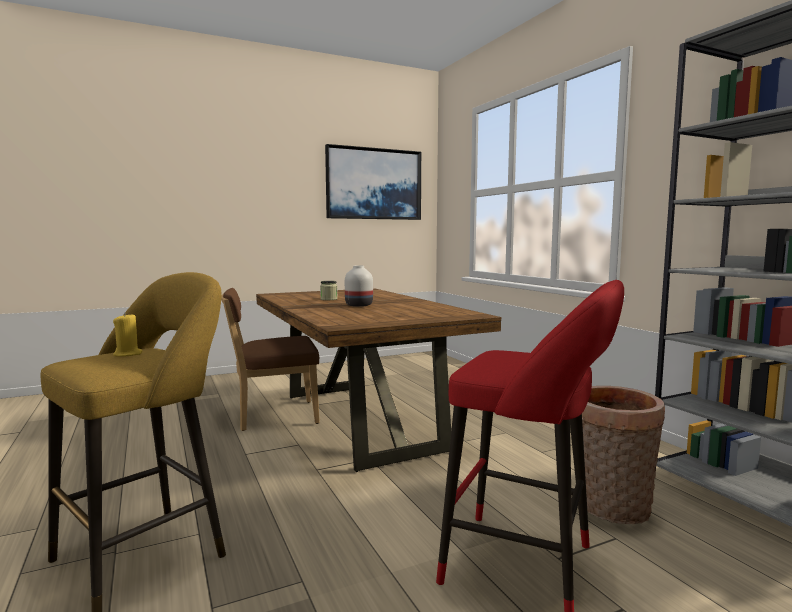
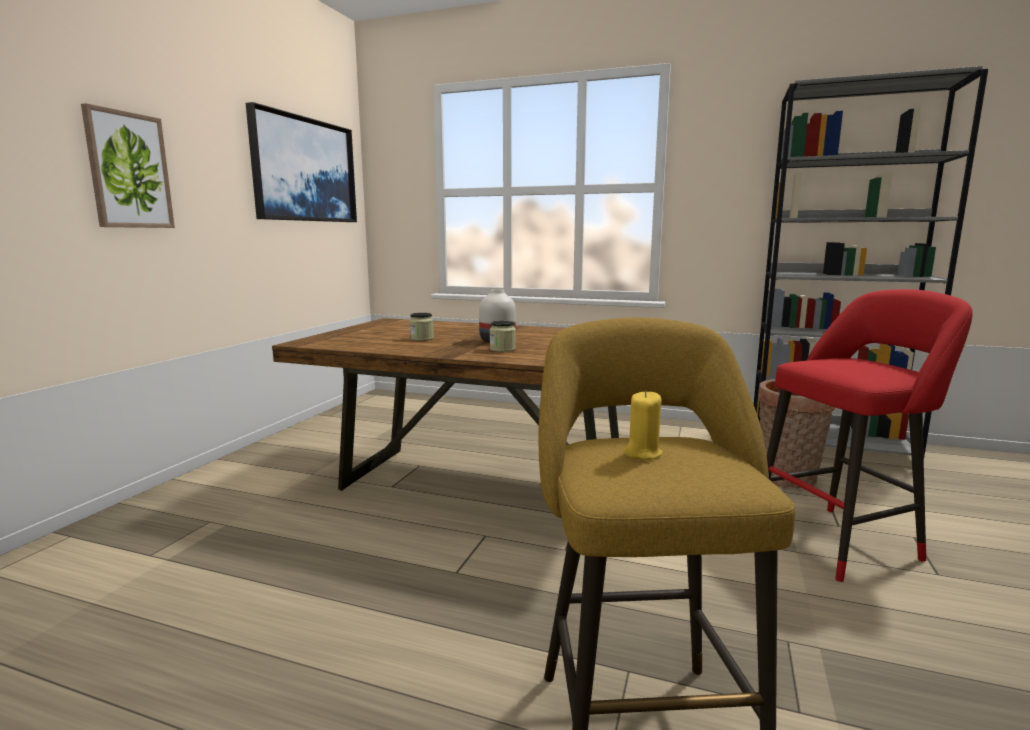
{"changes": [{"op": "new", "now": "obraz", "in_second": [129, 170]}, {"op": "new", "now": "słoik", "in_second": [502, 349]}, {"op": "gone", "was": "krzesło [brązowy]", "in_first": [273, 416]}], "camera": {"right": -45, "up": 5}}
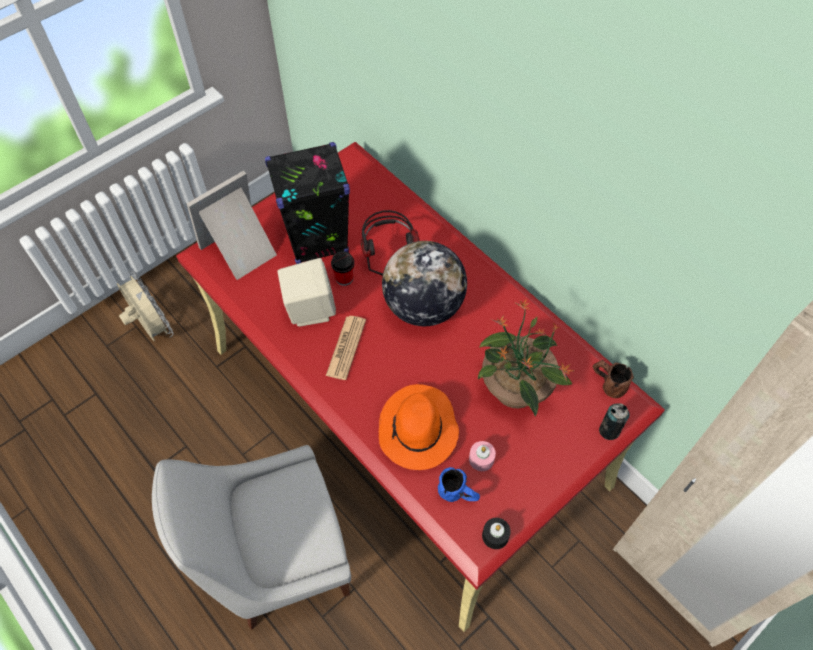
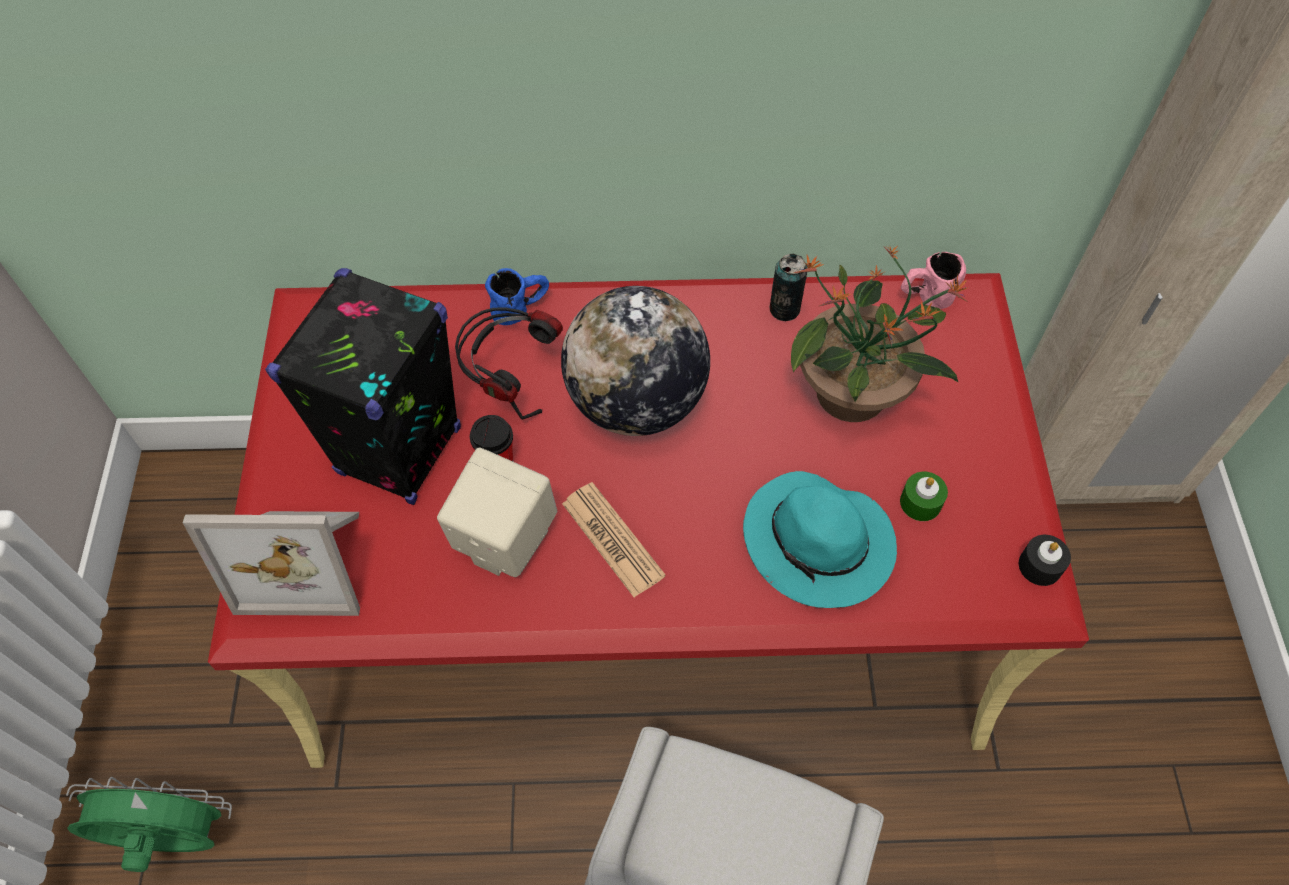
{"changes": [{"op": "repainted", "was": "wentylator [beżowy]", "now": "wentylator [zielony]", "in_first": [152, 328], "in_second": [173, 839]}, {"op": "rotated", "was": "ramka na zdjęcie", "in_first": [241, 250], "in_second": [306, 559], "clockwise": -90}, {"op": "shifted", "was": "kubek [niebieski]", "in_first": [458, 494], "in_second": [521, 308]}, {"op": "repainted", "was": "kapelusz [pomarańczowy]", "now": "kapelusz [turkusowy]", "in_first": [418, 430], "in_second": [819, 544]}, {"op": "shifted", "was": "puszka", "in_first": [609, 430], "in_second": [784, 309]}, {"op": "repainted", "was": "świeca [różowy]", "now": "świeca [zielony]", "in_first": [481, 459], "in_second": [920, 502]}, {"op": "repainted", "was": "kubek [brązowy]", "now": "kubek [różowy]", "in_first": [607, 383], "in_second": [925, 297]}], "camera": {"right": -50, "up": 0}}
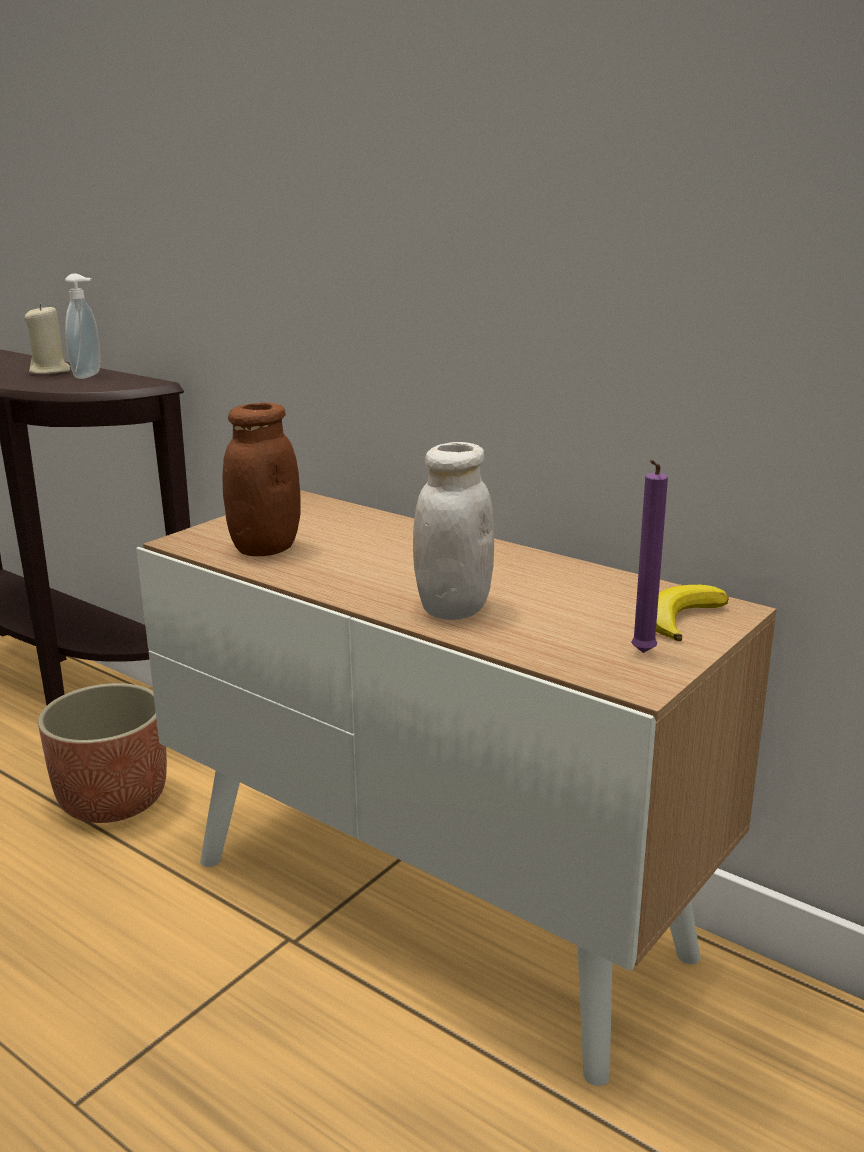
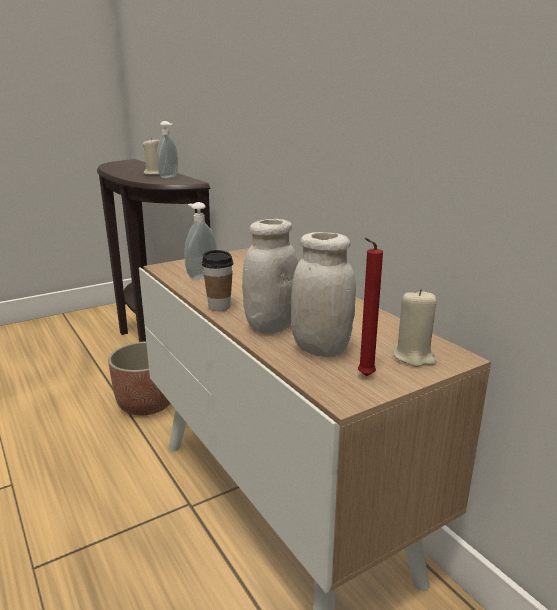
{"changes": [{"op": "swapped", "was": "słoik [brązowy]", "now": "dozownik mydła", "in_first": [265, 548], "in_second": [201, 276]}, {"op": "new", "now": "filiżanka", "in_second": [219, 307]}, {"op": "new", "now": "słoik [biały]", "in_second": [321, 349]}, {"op": "repainted", "was": "świeca [fioletowy]", "now": "świeca [czerwony]", "in_first": [641, 654], "in_second": [364, 377]}, {"op": "swapped", "was": "banan", "now": "świeca [beżowy]", "in_first": [681, 618], "in_second": [414, 357]}], "camera": {"right": 20, "up": 0}}
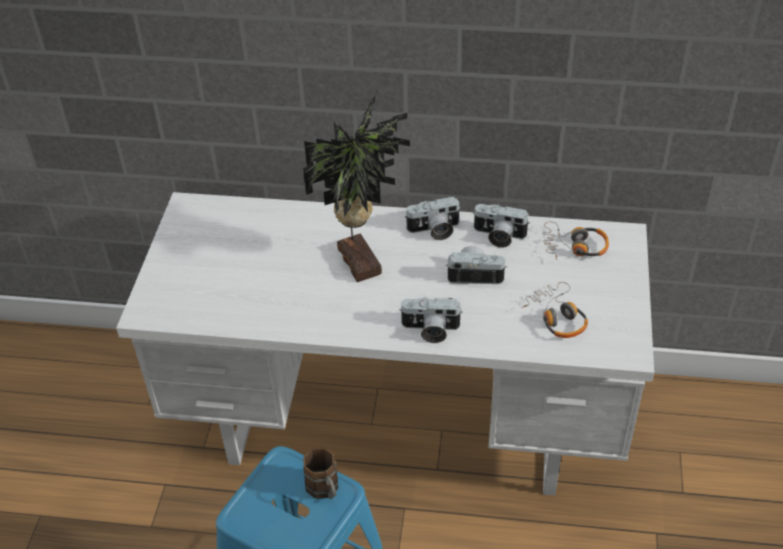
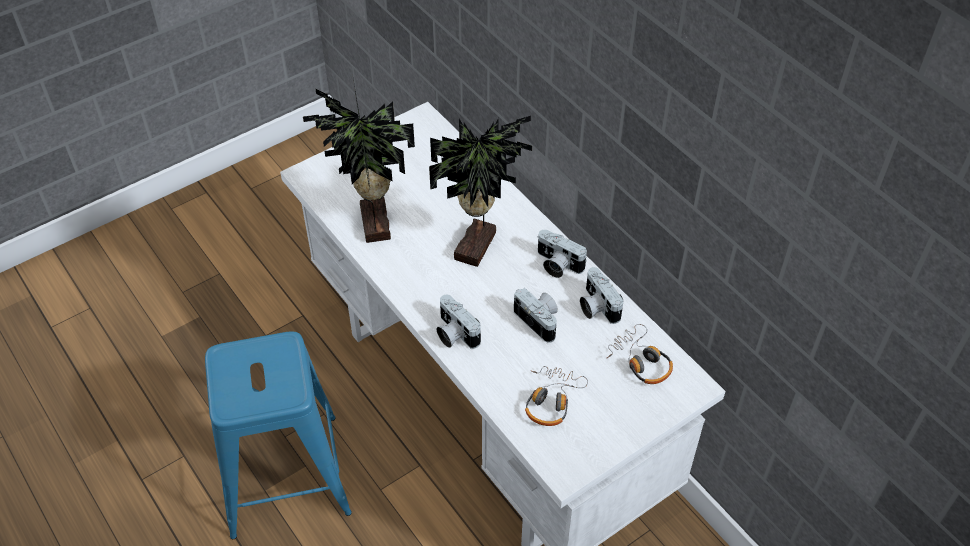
{"changes": [{"op": "new", "now": "roślina doniczkowa", "in_second": [372, 225]}, {"op": "gone", "was": "kubek [brązowy]", "in_first": [325, 491]}], "camera": {"right": 45, "up": 5}}
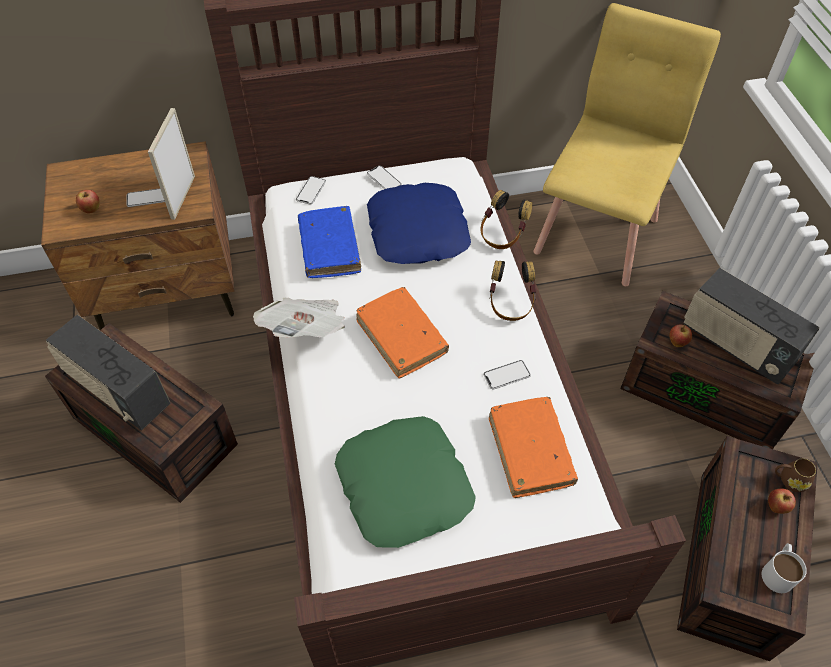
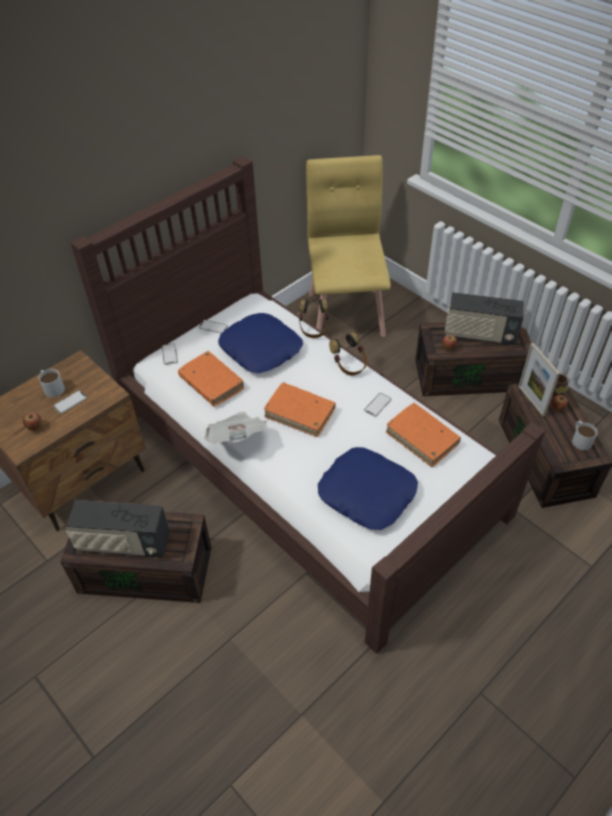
{"changes": [{"op": "new", "now": "kubek [biały]", "in_second": [52, 387]}, {"op": "repainted", "was": "książka [niebieski]", "now": "książka [pomarańczowy]", "in_first": [329, 248], "in_second": [211, 383]}, {"op": "repainted", "was": "poduszka [zielony]", "now": "poduszka [niebieski]", "in_first": [405, 486], "in_second": [367, 493]}, {"op": "shifted", "was": "ramka na zdjęcie", "in_first": [183, 197], "in_second": [531, 401]}], "camera": {"right": -30, "up": -5}}
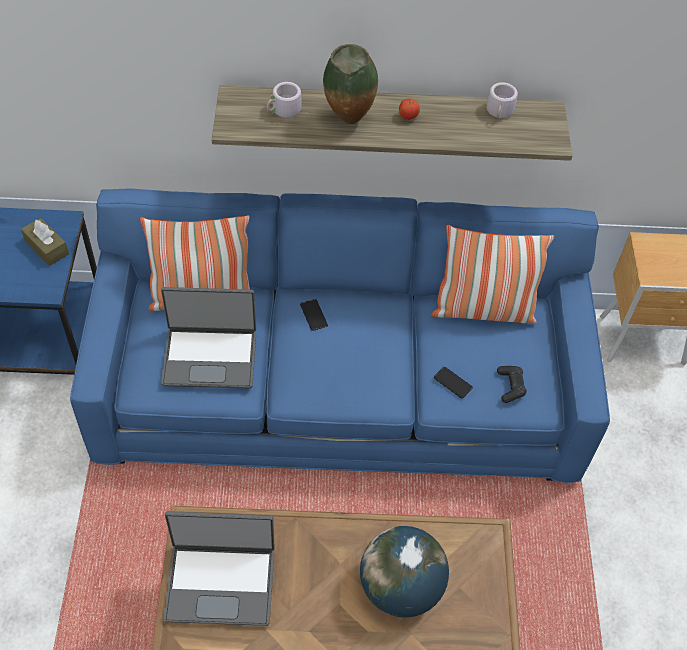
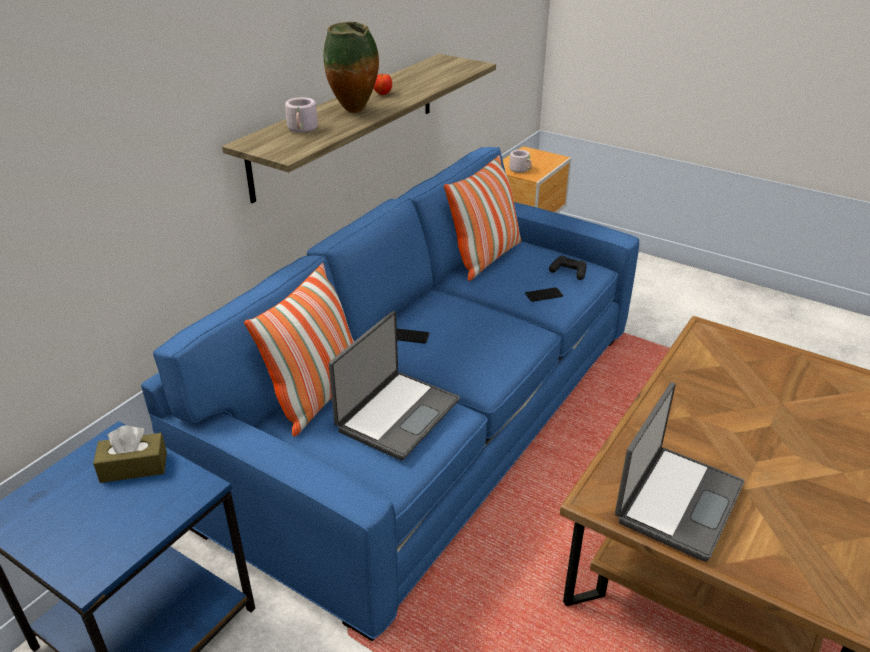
{"changes": [{"op": "shifted", "was": "kubek [szary]", "in_first": [500, 113], "in_second": [521, 170]}, {"op": "gone", "was": "globus", "in_first": [401, 587]}], "camera": {"right": -55, "up": -20}}
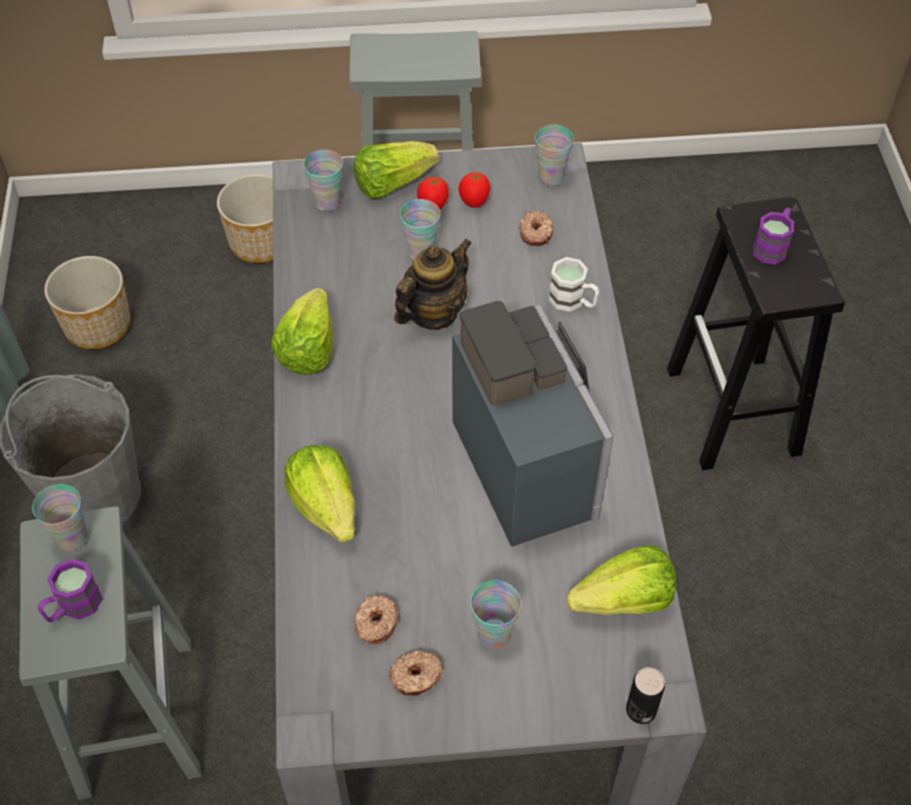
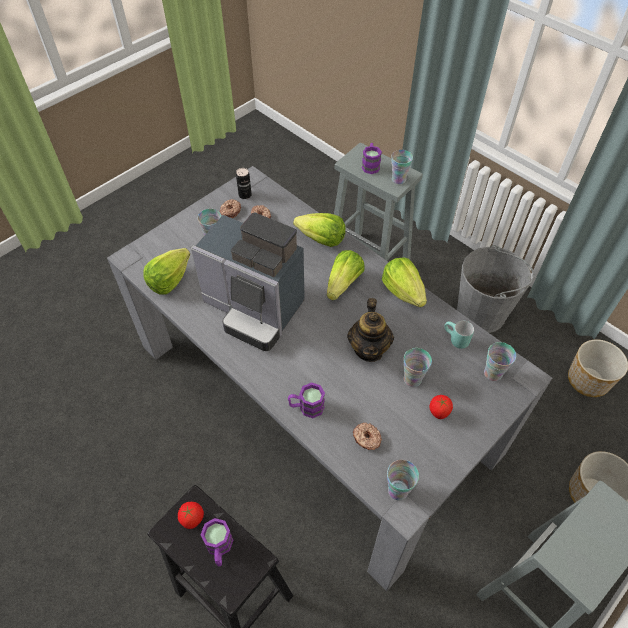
{"changes": [{"op": "shifted", "was": "pomidor", "in_first": [474, 203], "in_second": [192, 519]}, {"op": "shifted", "was": "puszka", "in_first": [641, 710], "in_second": [245, 195]}, {"op": "repainted", "was": "kubek [biały]", "now": "kubek [fioletowy]", "in_first": [573, 301], "in_second": [306, 407]}, {"op": "shifted", "was": "sałata", "in_first": [392, 183], "in_second": [343, 283]}, {"op": "new", "now": "kubek [turkusowy]", "in_second": [455, 340]}], "camera": {"right": 140, "up": 0}}
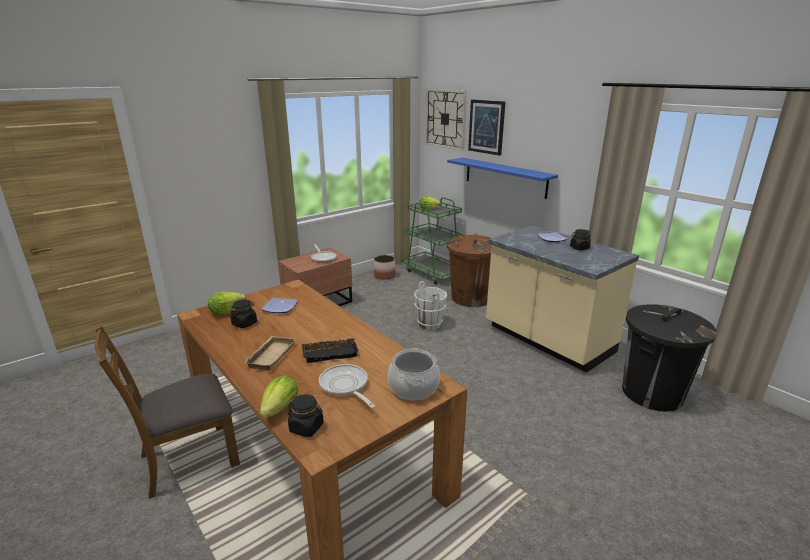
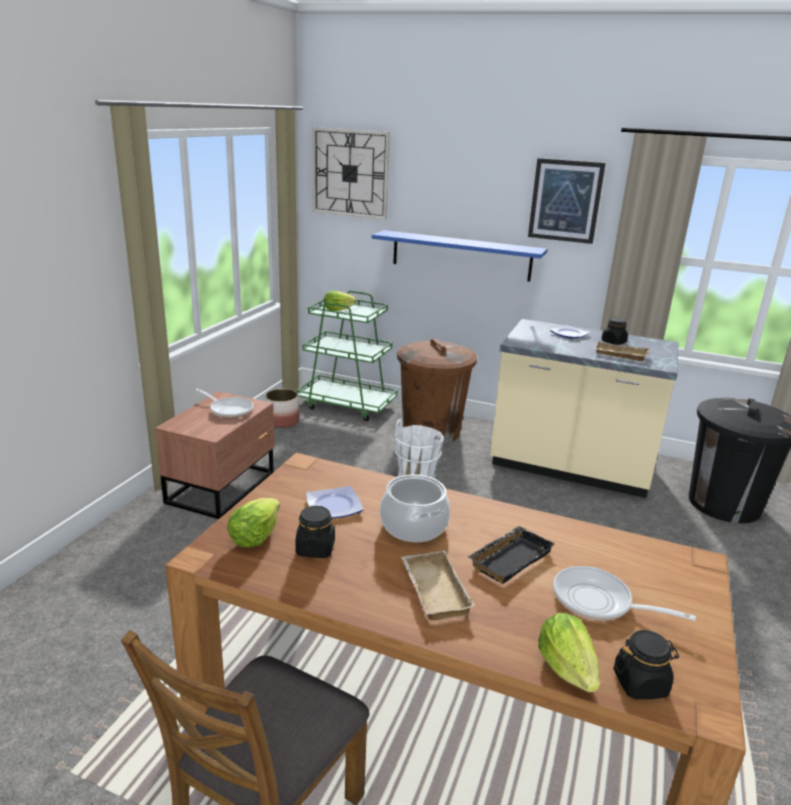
{"changes": [{"op": "shifted", "was": "garnek", "in_first": [413, 387], "in_second": [413, 526]}, {"op": "shifted", "was": "obraz", "in_first": [486, 127], "in_second": [565, 201]}, {"op": "new", "now": "taca [beżowy]", "in_second": [619, 355]}], "camera": {"right": -30, "up": 0}}
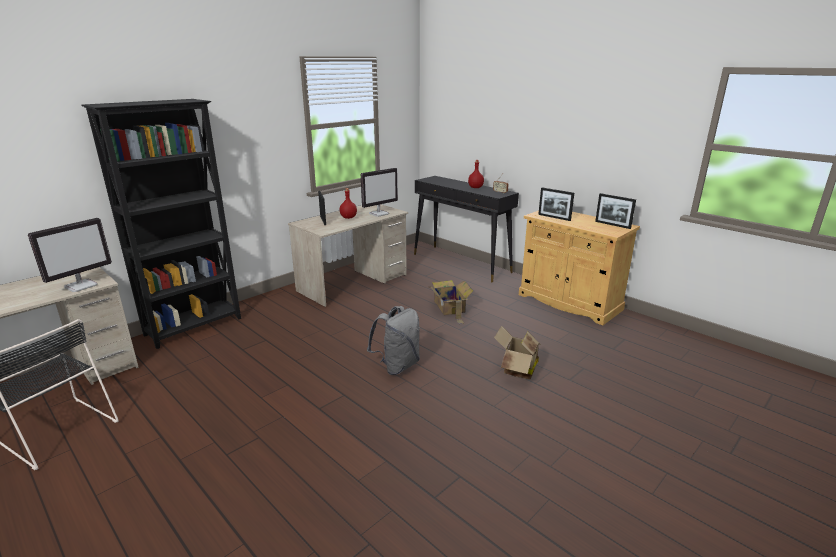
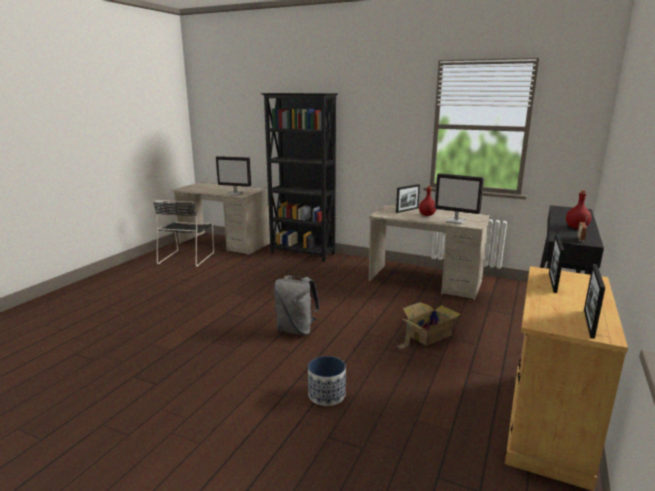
{"changes": [{"op": "swapped", "was": "karton", "now": "donica", "in_first": [516, 370], "in_second": [326, 395]}], "camera": {"right": 70, "up": -5}}
